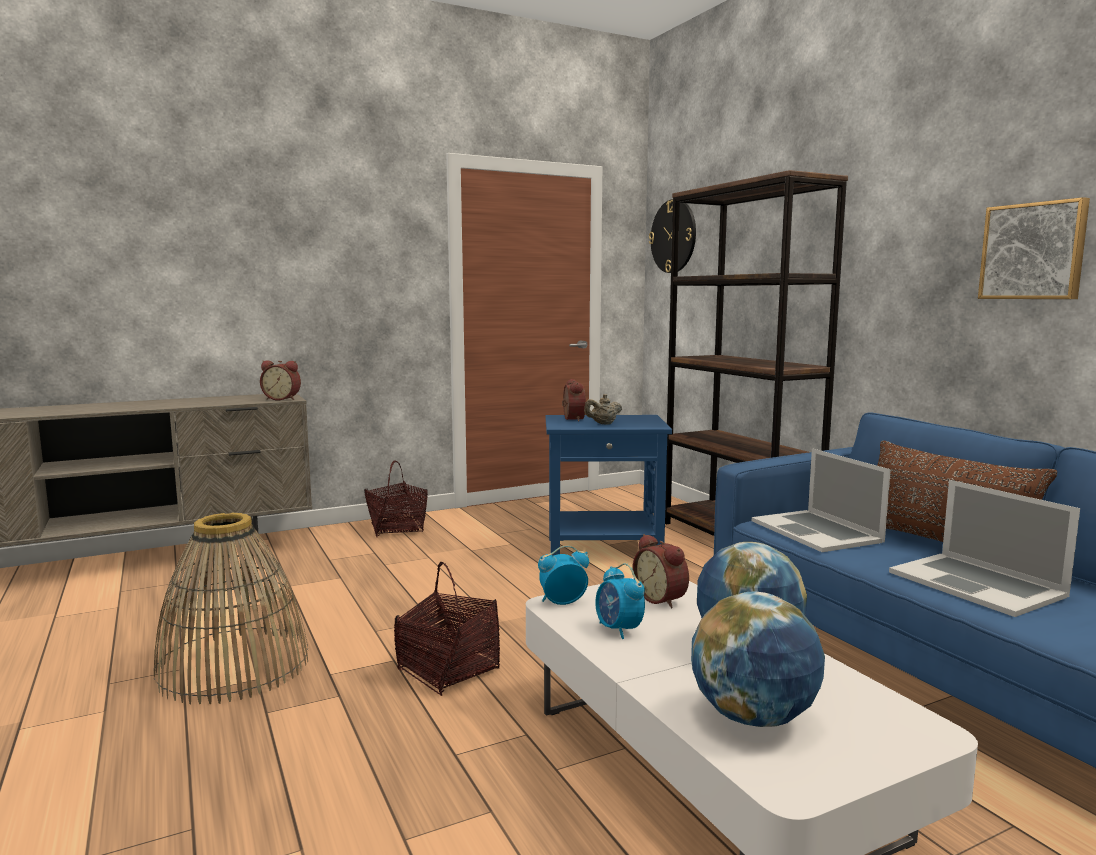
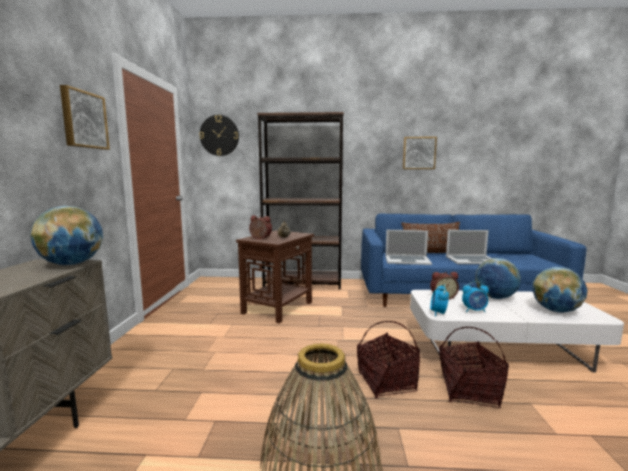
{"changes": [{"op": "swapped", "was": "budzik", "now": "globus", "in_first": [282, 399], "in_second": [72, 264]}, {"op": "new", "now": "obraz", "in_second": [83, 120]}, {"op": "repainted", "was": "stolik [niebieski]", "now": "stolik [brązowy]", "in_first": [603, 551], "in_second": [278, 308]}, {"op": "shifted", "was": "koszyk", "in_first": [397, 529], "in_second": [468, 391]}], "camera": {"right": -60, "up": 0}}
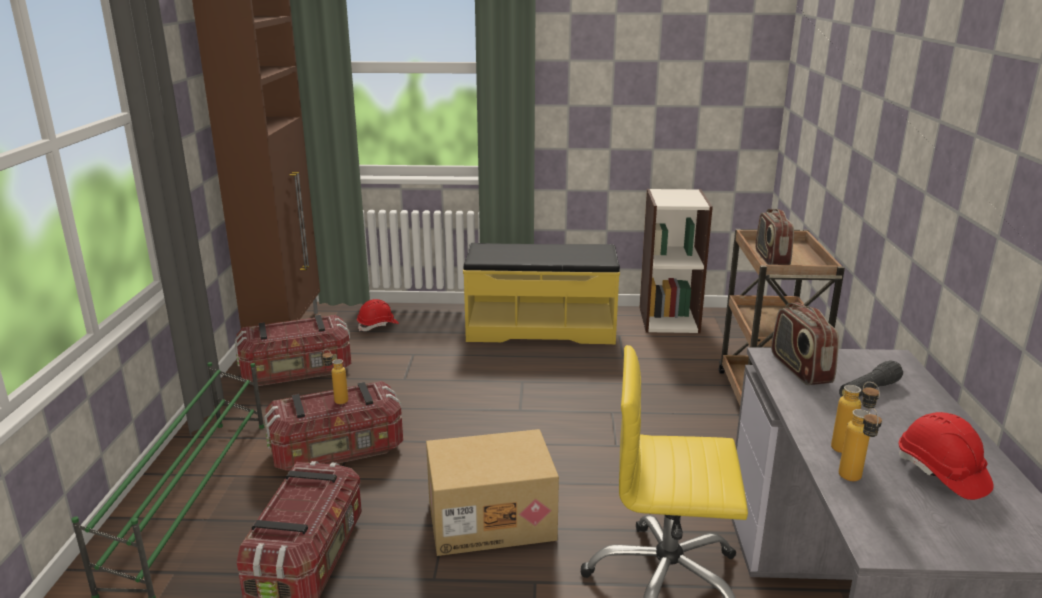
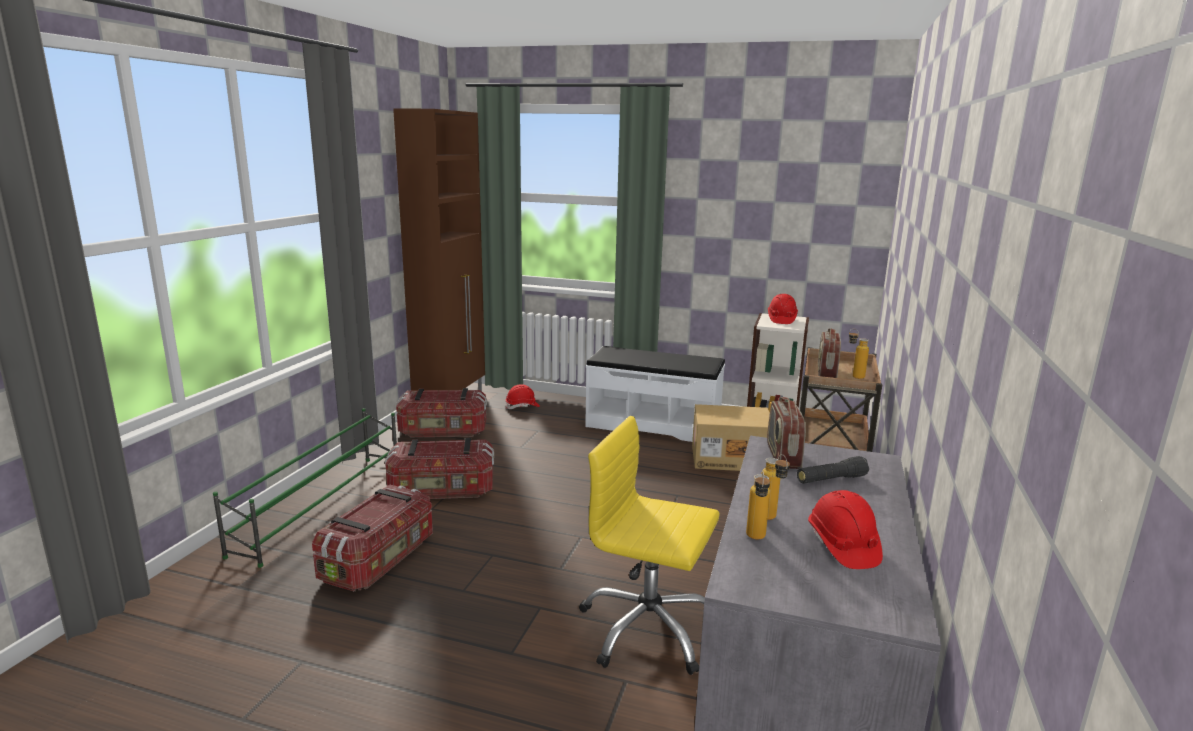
{"changes": [{"op": "repainted", "was": "ławka [żółty]", "now": "ławka [biały]", "in_first": [540, 328], "in_second": [653, 425]}, {"op": "shifted", "was": "karton", "in_first": [491, 519], "in_second": [730, 458]}, {"op": "new", "now": "kask [czerwony]", "in_second": [781, 319]}, {"op": "shifted", "was": "butelka", "in_first": [337, 400], "in_second": [853, 376]}], "camera": {"right": 15, "up": -5}}
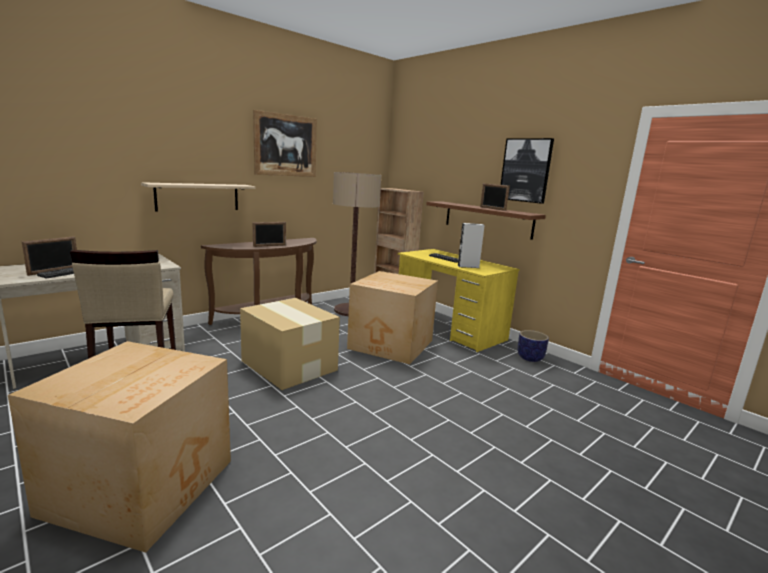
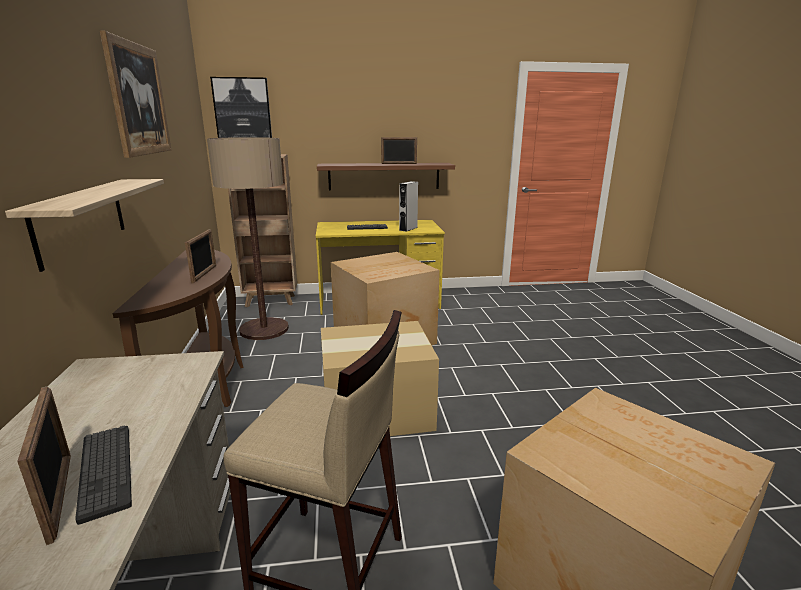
{"changes": [{"op": "shifted", "was": "obraz", "in_first": [525, 170], "in_second": [243, 112]}, {"op": "gone", "was": "donica", "in_first": [530, 358]}], "camera": {"right": -55, "up": 5}}
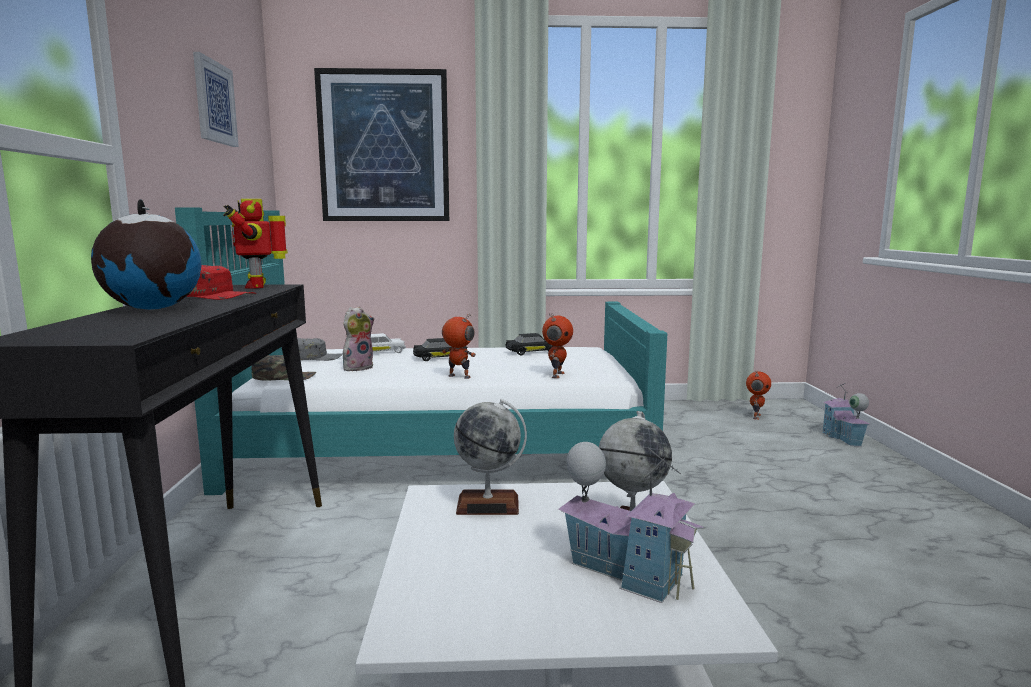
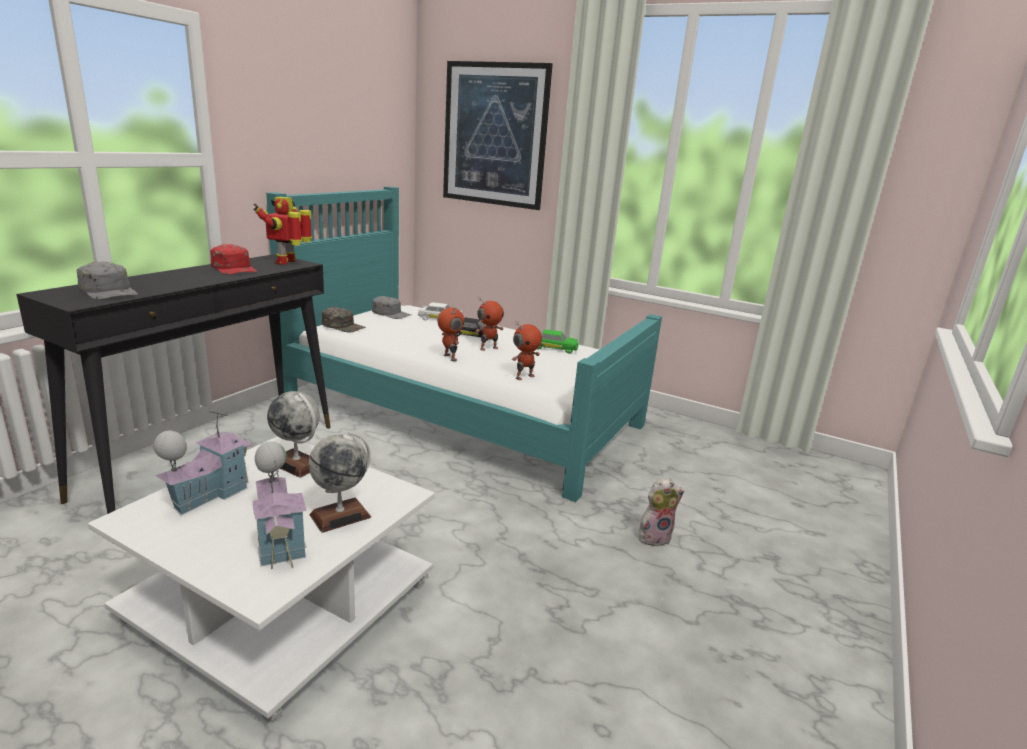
{"changes": [{"op": "new", "now": "czapka z daszkiem [szary]", "in_second": [109, 291]}, {"op": "shifted", "was": "domek", "in_first": [842, 438], "in_second": [209, 495]}, {"op": "shifted", "was": "robot zabawkowy", "in_first": [755, 416], "in_second": [488, 348]}, {"op": "repainted", "was": "samochodzik [czarny]", "now": "samochodzik [zielony]", "in_first": [532, 352], "in_second": [553, 348]}, {"op": "shifted", "was": "pluszak", "in_first": [358, 367], "in_second": [654, 537]}, {"op": "gone", "was": "globus", "in_first": [152, 309]}, {"op": "gone", "was": "obraz", "in_first": [214, 102]}], "camera": {"right": 30, "up": 10}}
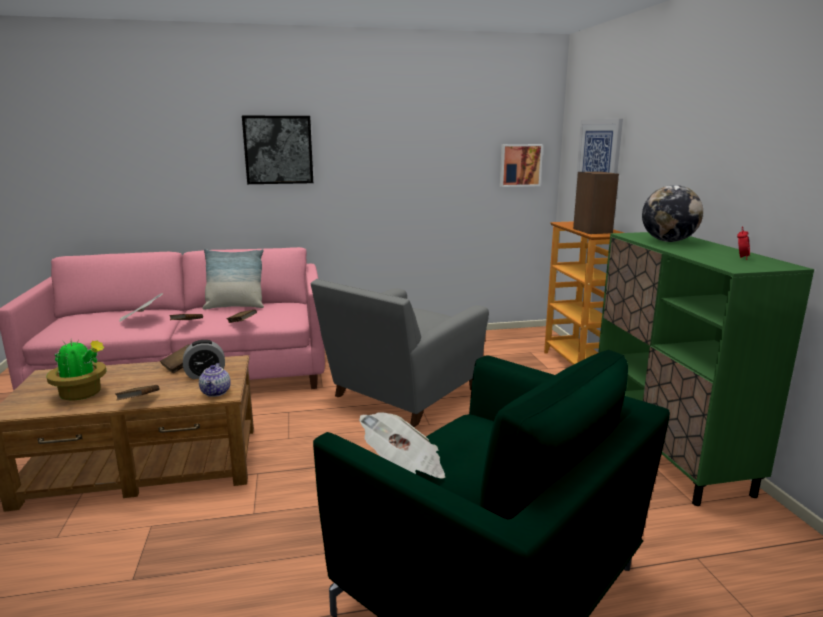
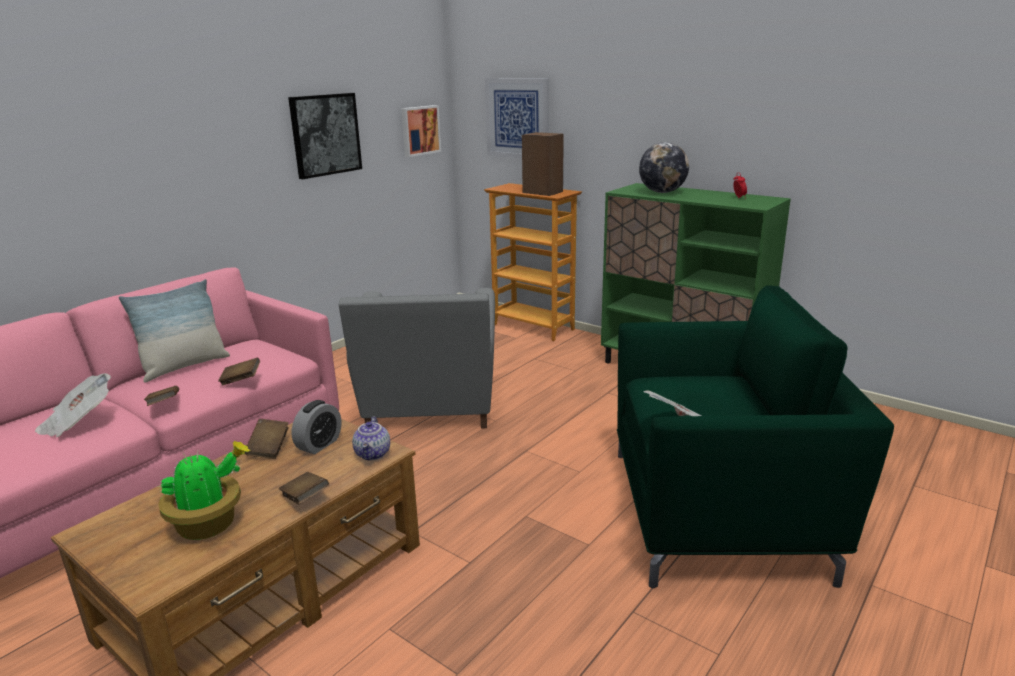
{"changes": [{"op": "shifted", "was": "obraz", "in_first": [278, 150], "in_second": [325, 135]}, {"op": "rotated", "was": "imbryk", "in_first": [216, 392], "in_second": [373, 454], "clockwise": 45}], "camera": {"right": -40, "up": 5}}
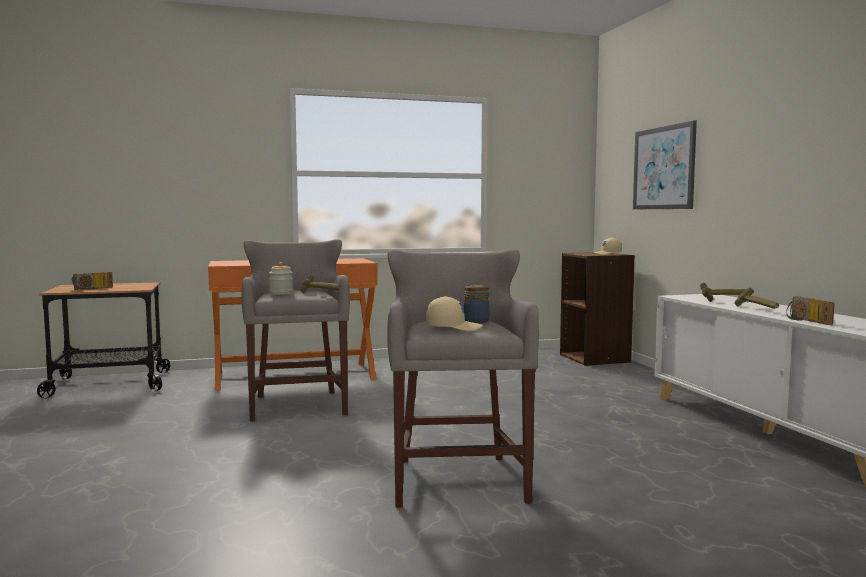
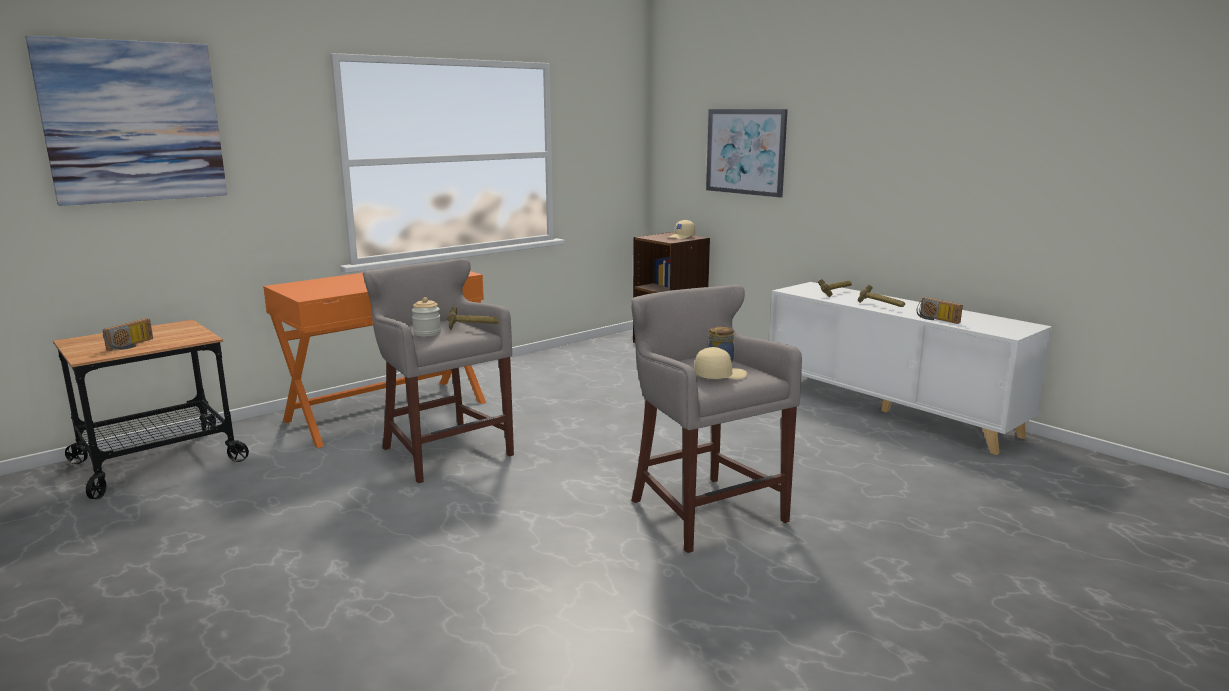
{"changes": [{"op": "new", "now": "obraz", "in_second": [134, 122]}], "camera": {"right": -25, "up": 10}}
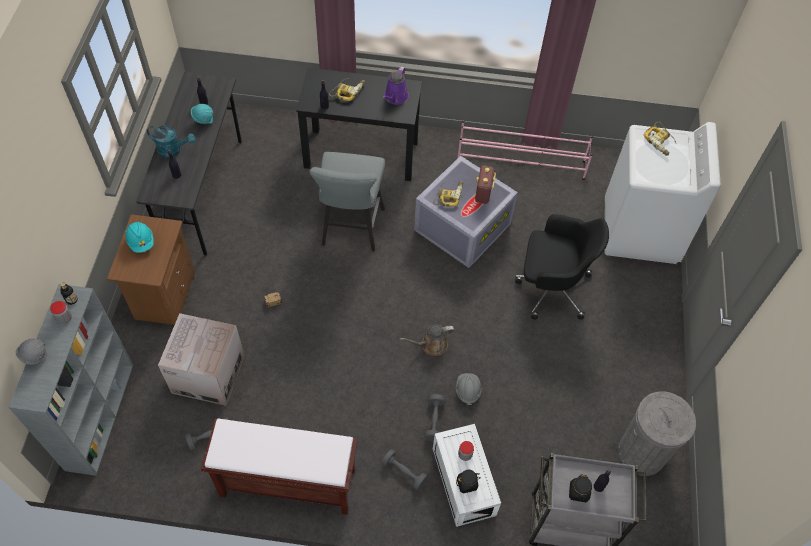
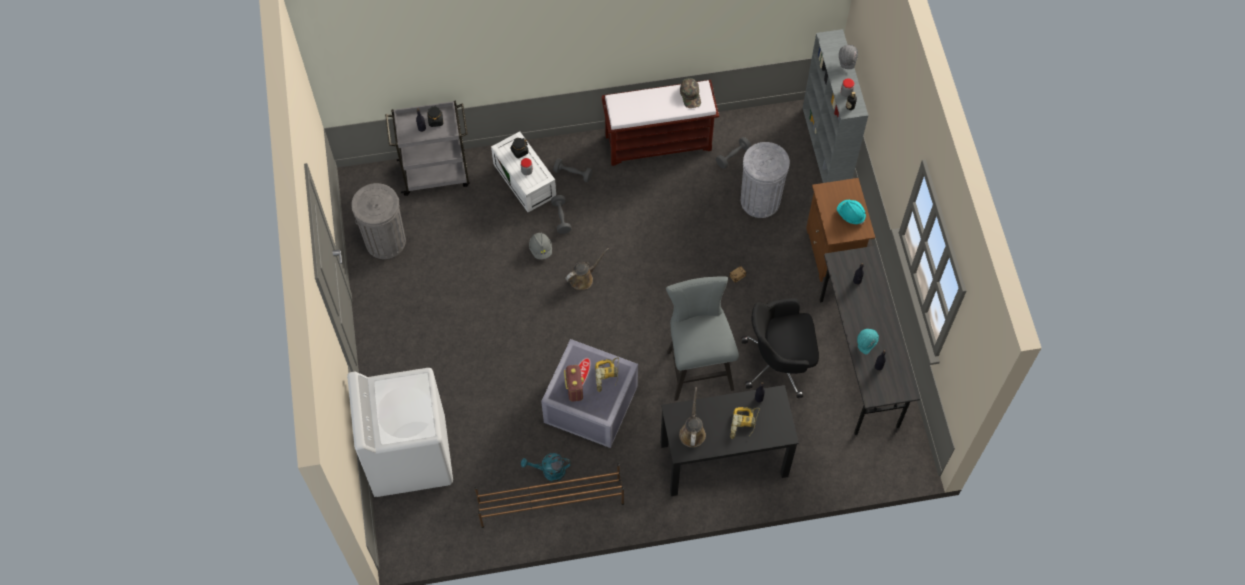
{"changes": [{"op": "repainted", "was": "regał na buty [różowy]", "now": "regał na buty [brązowy]", "in_first": [521, 162], "in_second": [550, 502]}, {"op": "shifted", "was": "konewka [turkusowy]", "in_first": [173, 150], "in_second": [549, 471]}, {"op": "repainted", "was": "konewka [fioletowy]", "now": "konewka [brązowy]", "in_first": [395, 97], "in_second": [692, 432]}, {"op": "new", "now": "czapka z daszkiem [zielony]", "in_second": [690, 95]}, {"op": "swapped", "was": "karton", "now": "kosz na śmieci [szary]", "in_first": [208, 374], "in_second": [760, 200]}, {"op": "shifted", "was": "krzesło biurowe [czarny]", "in_first": [550, 287], "in_second": [779, 362]}, {"op": "gone", "was": "wiertarka", "in_first": [660, 141]}], "camera": {"right": 165, "up": 5}}
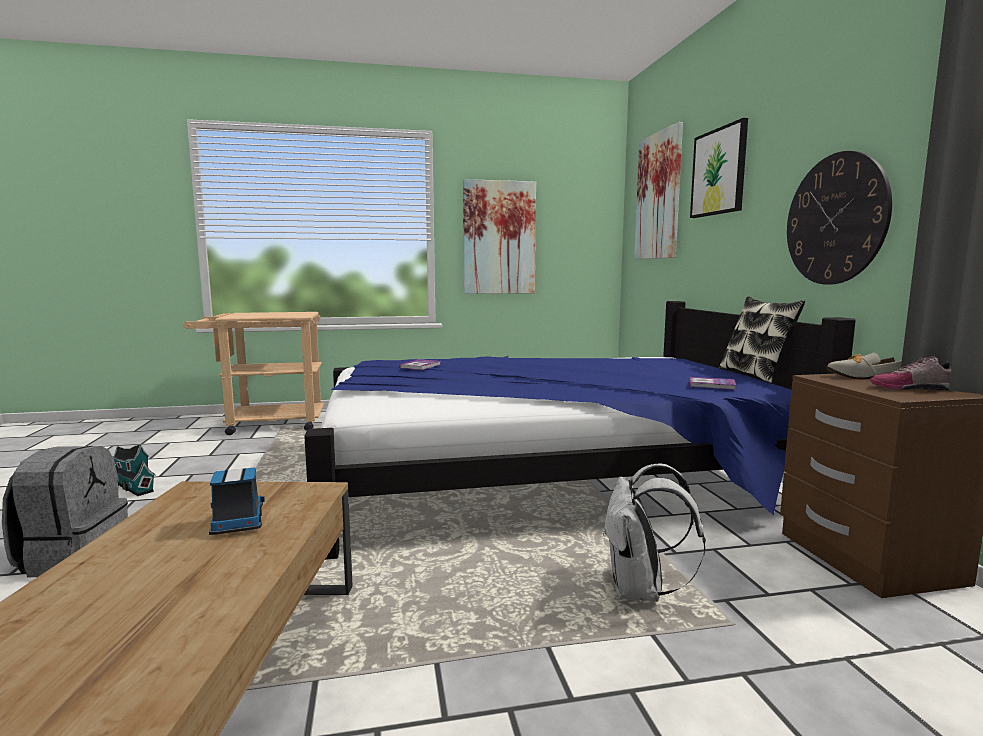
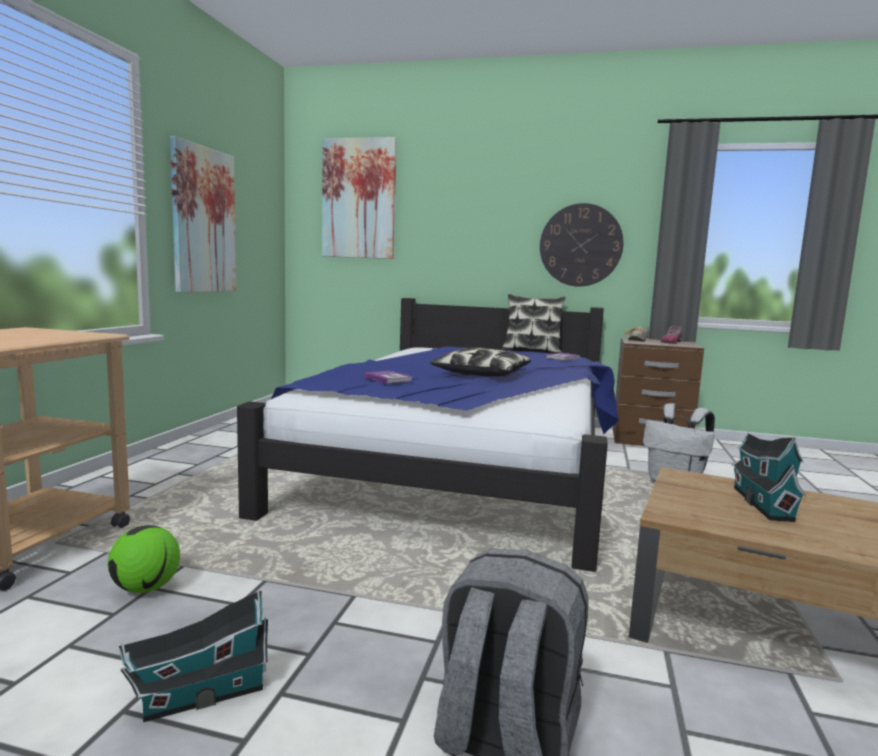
{"changes": [{"op": "new", "now": "piłka futbolowa", "in_second": [146, 588]}, {"op": "new", "now": "poduszka", "in_second": [481, 374]}, {"op": "swapped", "was": "ciężarówka zabawkowa", "now": "domek", "in_first": [238, 523], "in_second": [760, 502]}, {"op": "gone", "was": "obraz", "in_first": [719, 172]}], "camera": {"right": -65, "up": 0}}
